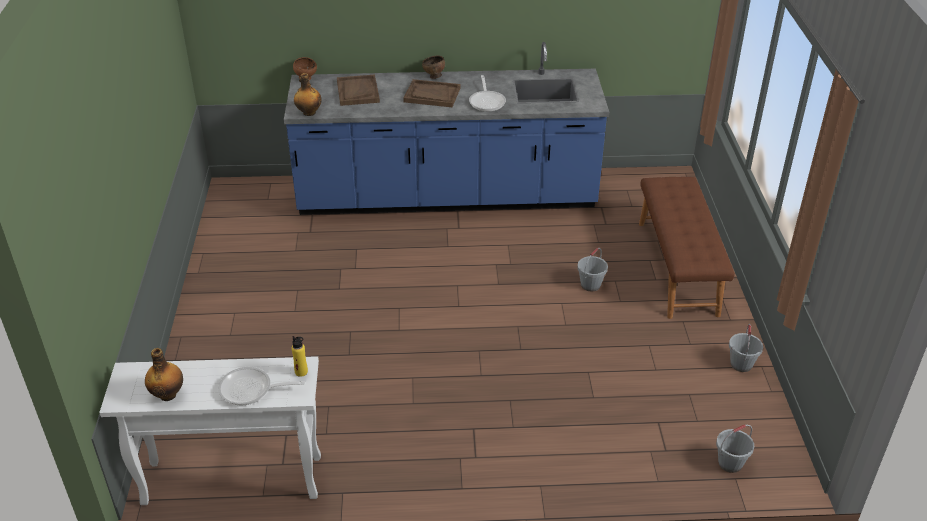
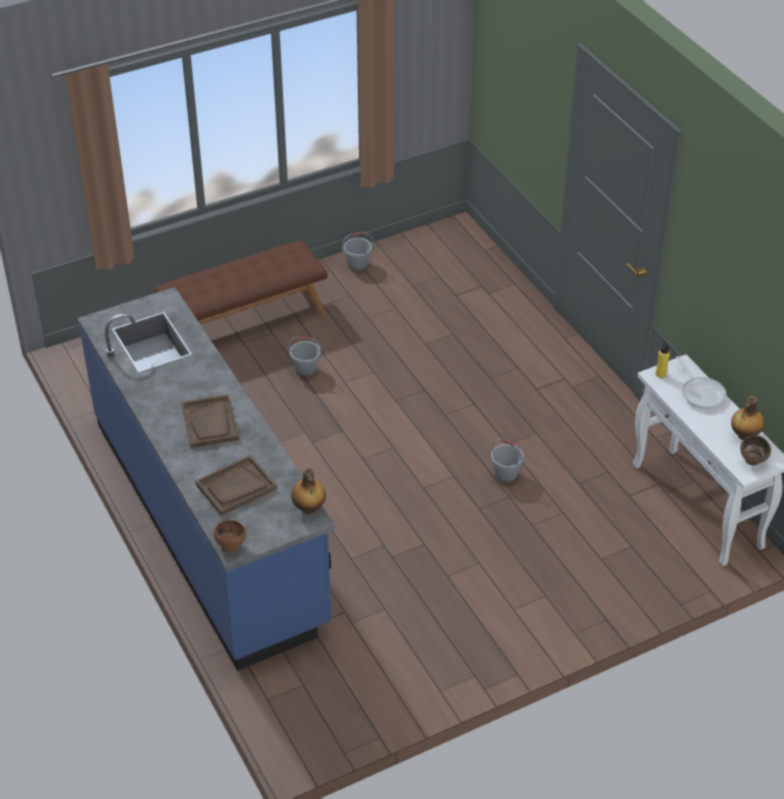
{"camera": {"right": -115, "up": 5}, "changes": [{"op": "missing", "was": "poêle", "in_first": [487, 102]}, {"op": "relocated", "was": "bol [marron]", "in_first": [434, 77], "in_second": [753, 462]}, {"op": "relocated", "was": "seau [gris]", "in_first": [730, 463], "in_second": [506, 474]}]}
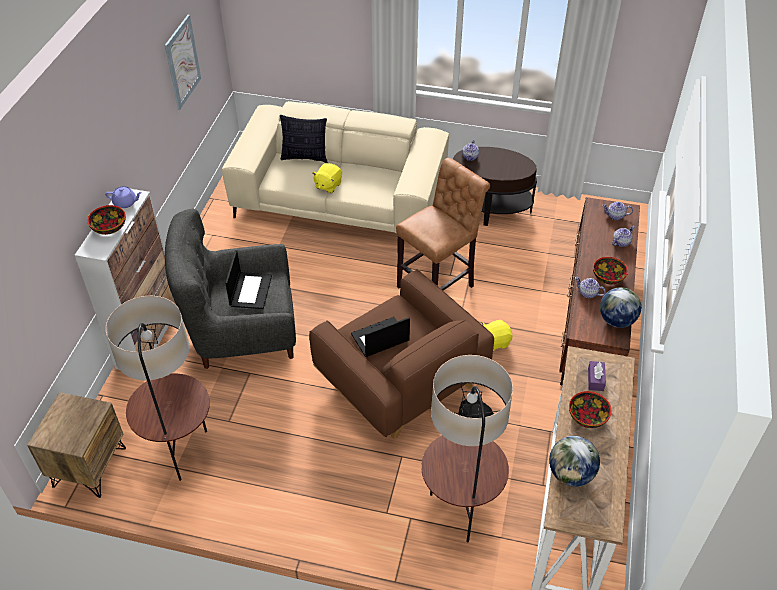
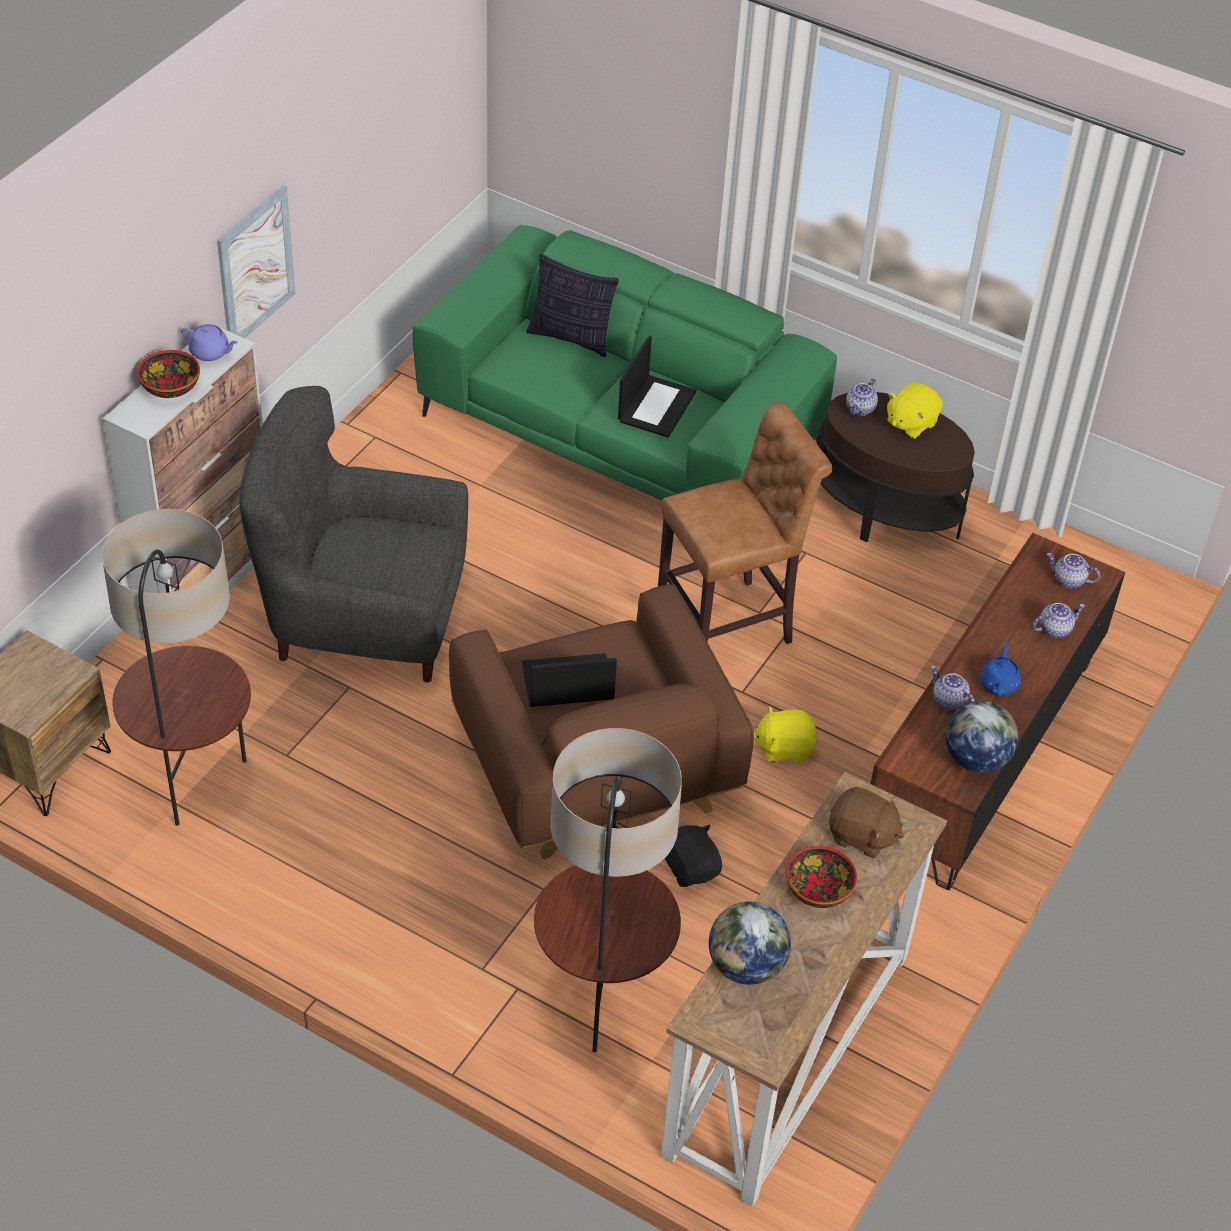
{"camera": {"right": 15, "up": 0}, "changes": [{"op": "relocated", "was": "tableau", "in_first": [182, 62], "in_second": [255, 267]}, {"op": "relocated", "was": "ordinateur portable", "in_first": [250, 290], "in_second": [656, 405]}, {"op": "relocated", "was": "peluche [jaune]", "in_first": [328, 185], "in_second": [910, 423]}, {"op": "exchanged", "was": "boîte à mouchoirs [violet]", "now": "peluche [marron]", "in_first": [595, 379], "in_second": [862, 836]}, {"op": "exchanged", "was": "bol", "now": "théière [bleu]", "in_first": [608, 277], "in_second": [999, 683]}, {"op": "colour", "was": "canapé [beige]", "now": "canapé [vert]", "in_first": [340, 202], "in_second": [620, 434]}]}
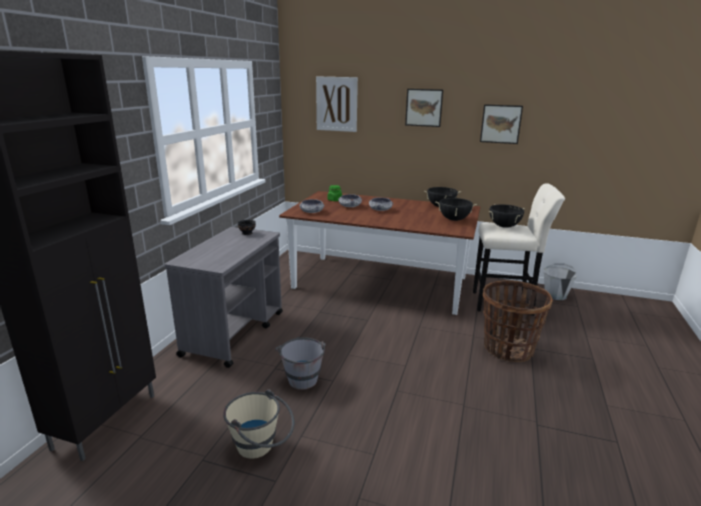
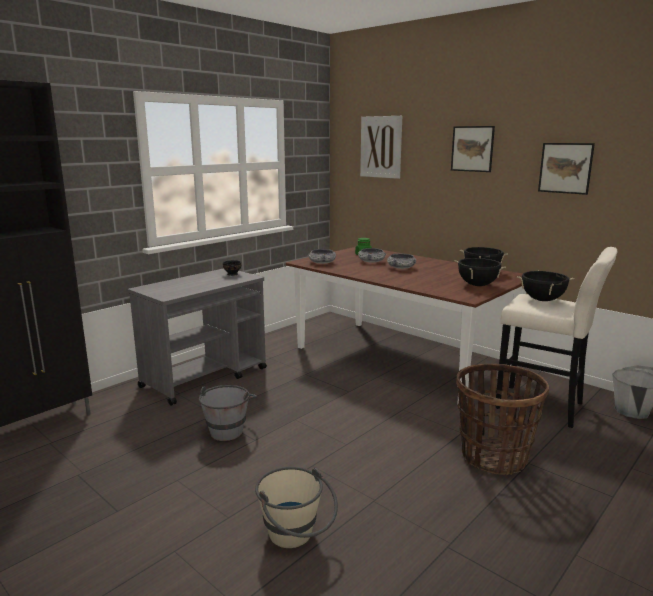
{"camera": {"right": 25, "up": -5}, "changes": [{"op": "relocated", "was": "seau [beige]", "in_first": [261, 447], "in_second": [296, 538]}]}
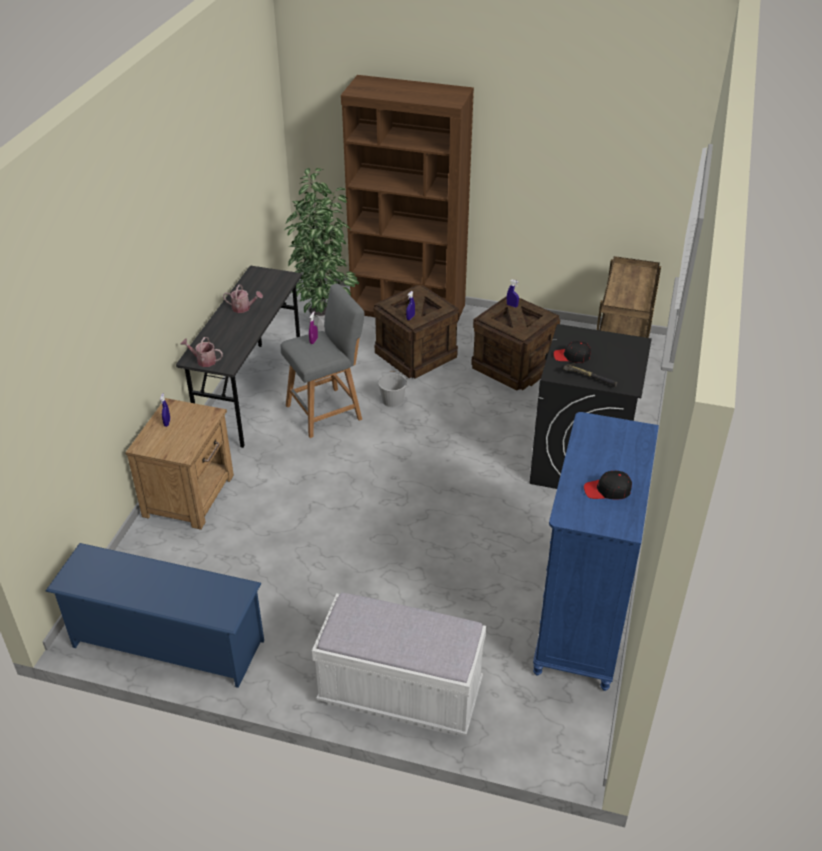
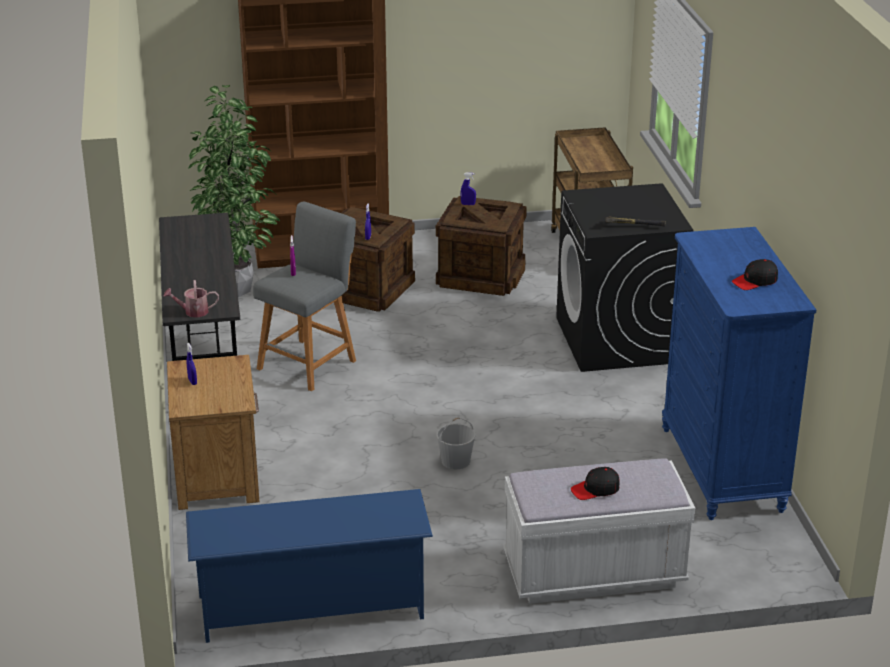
{"camera": {"right": -25, "up": -10}, "changes": [{"op": "missing", "was": "arrosoir", "in_first": [243, 308]}, {"op": "relocated", "was": "seau [blanc]", "in_first": [393, 400], "in_second": [456, 460]}, {"op": "relocated", "was": "casquette [noir]", "in_first": [572, 356], "in_second": [595, 490]}]}
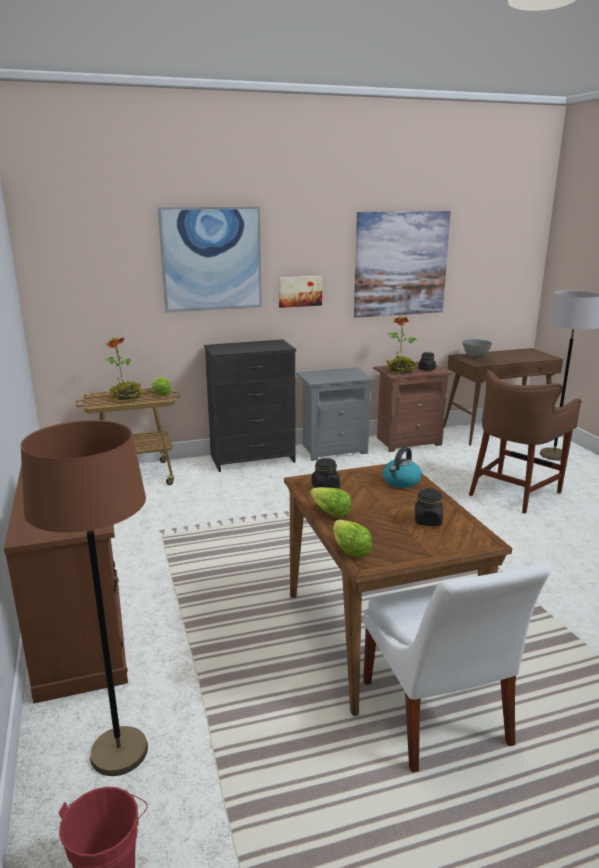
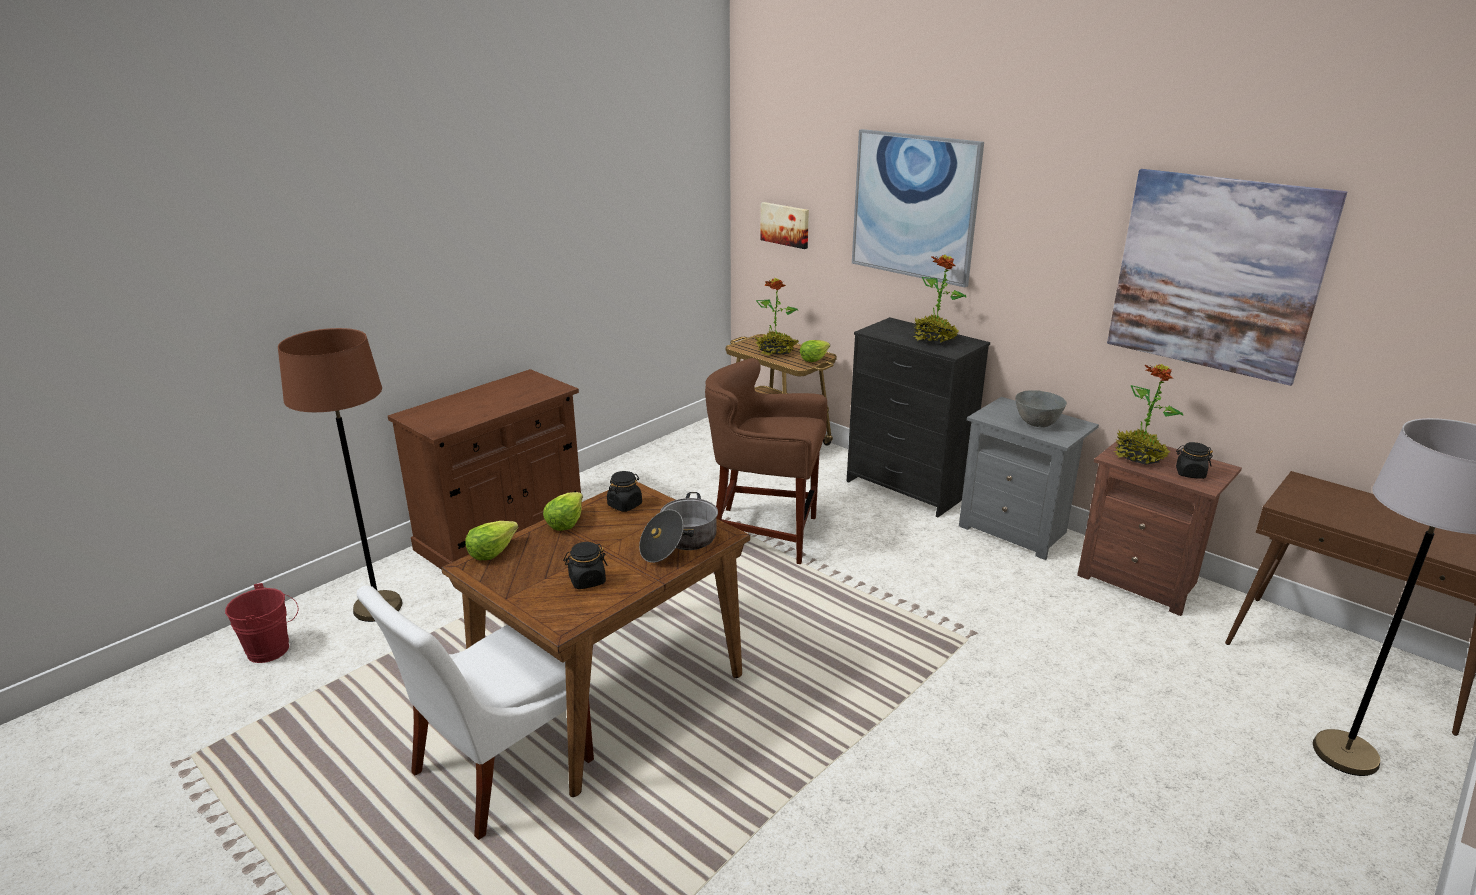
{"camera": {"right": 60, "up": 5}, "changes": [{"op": "appeared", "now": "plante en pot", "in_second": [934, 340]}, {"op": "relocated", "was": "tableau", "in_first": [300, 291], "in_second": [785, 224]}, {"op": "relocated", "was": "bol [gris]", "in_first": [475, 357], "in_second": [1037, 424]}, {"op": "relocated", "was": "tabouret [marron]", "in_first": [514, 492], "in_second": [765, 534]}, {"op": "exchanged", "was": "bouilloire", "now": "marmite", "in_first": [401, 482], "in_second": [679, 543]}]}
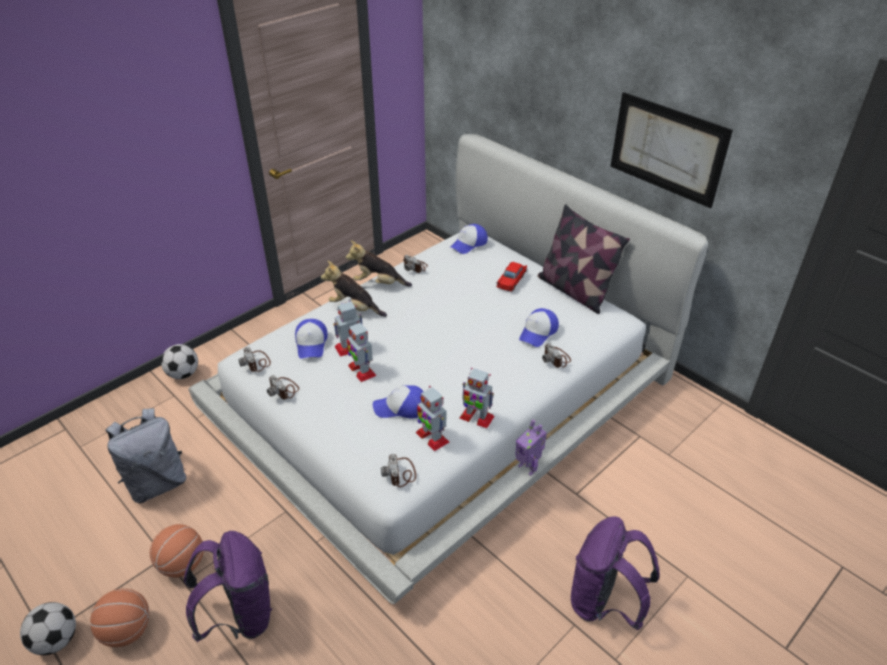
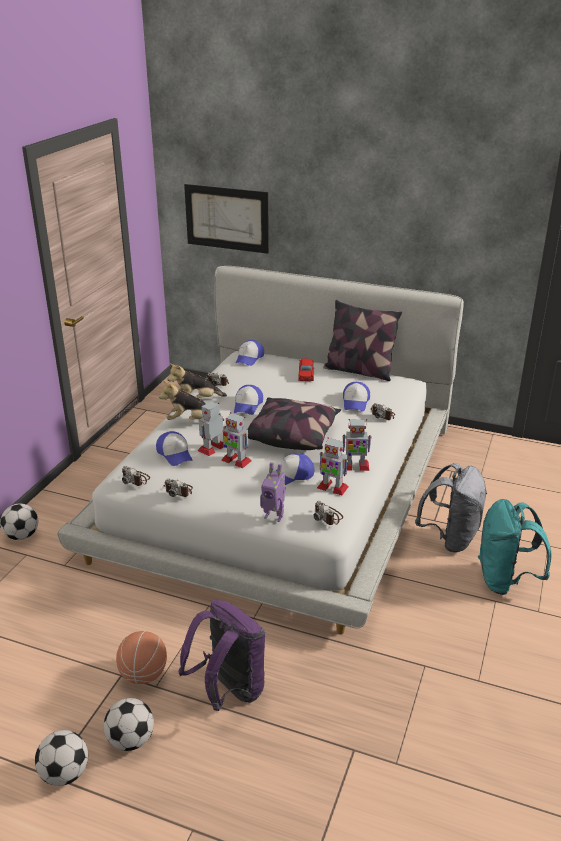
{"camera": {"right": -25, "up": -10}, "changes": [{"op": "appeared", "now": "casquette", "in_second": [248, 405]}, {"op": "appeared", "now": "coussin", "in_second": [292, 435]}, {"op": "relocated", "was": "sac à dos [gris]", "in_first": [157, 483], "in_second": [450, 538]}, {"op": "relocated", "was": "robot jouet", "in_first": [528, 467], "in_second": [274, 516]}, {"op": "relocated", "was": "tableau", "in_first": [667, 149], "in_second": [226, 218]}, {"op": "exchanged", "was": "ballon de basket", "now": "ballon de foot", "in_first": [127, 630], "in_second": [131, 740]}, {"op": "colour", "was": "sac à dos [violet]", "now": "sac à dos [turquoise]", "in_first": [604, 602], "in_second": [505, 580]}]}
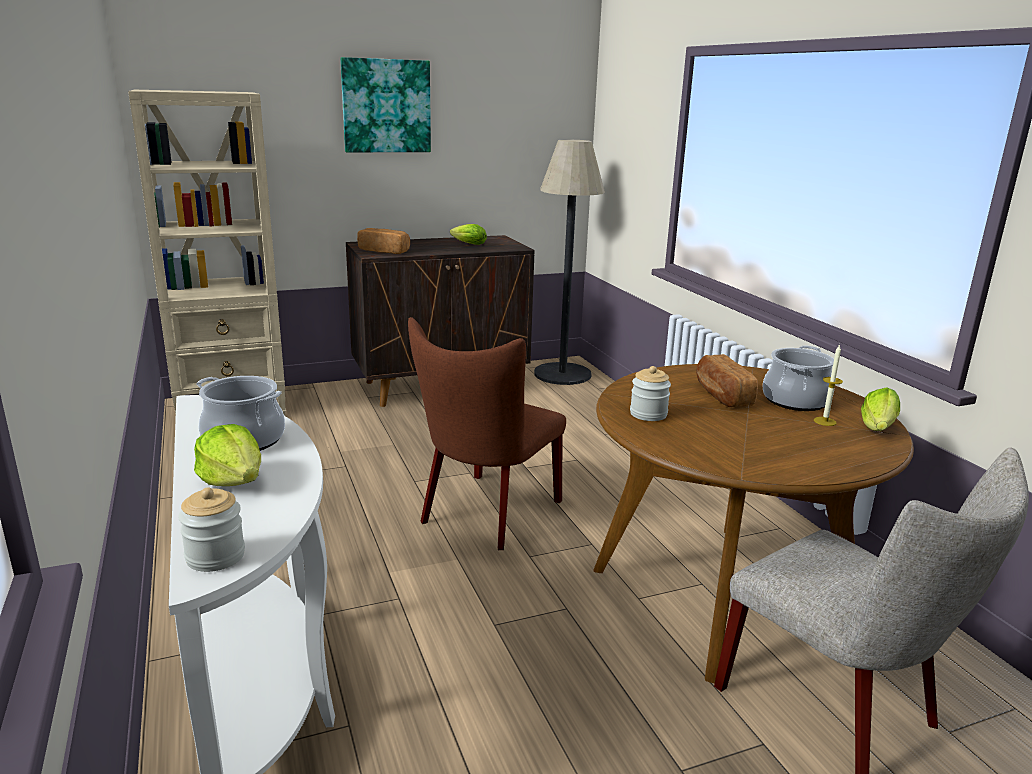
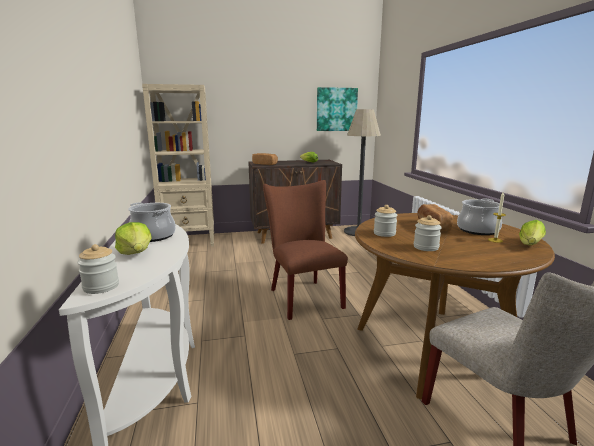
{"camera": {"right": 10, "up": -5}, "changes": [{"op": "appeared", "now": "bocal", "in_second": [426, 247]}, {"op": "relocated", "was": "tableau", "in_first": [386, 106], "in_second": [336, 109]}, {"op": "spun", "was": "chaise [marron]", "in_first": [486, 515], "in_second": [303, 296], "clockwise": 120}]}
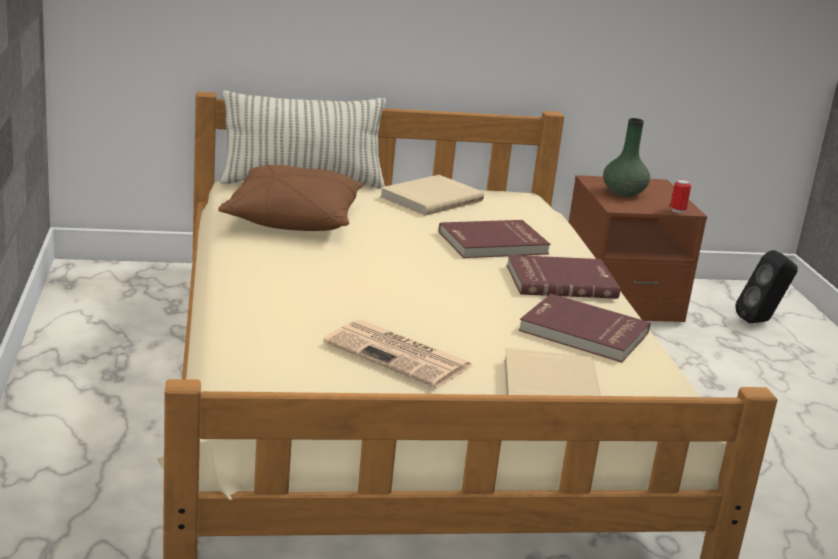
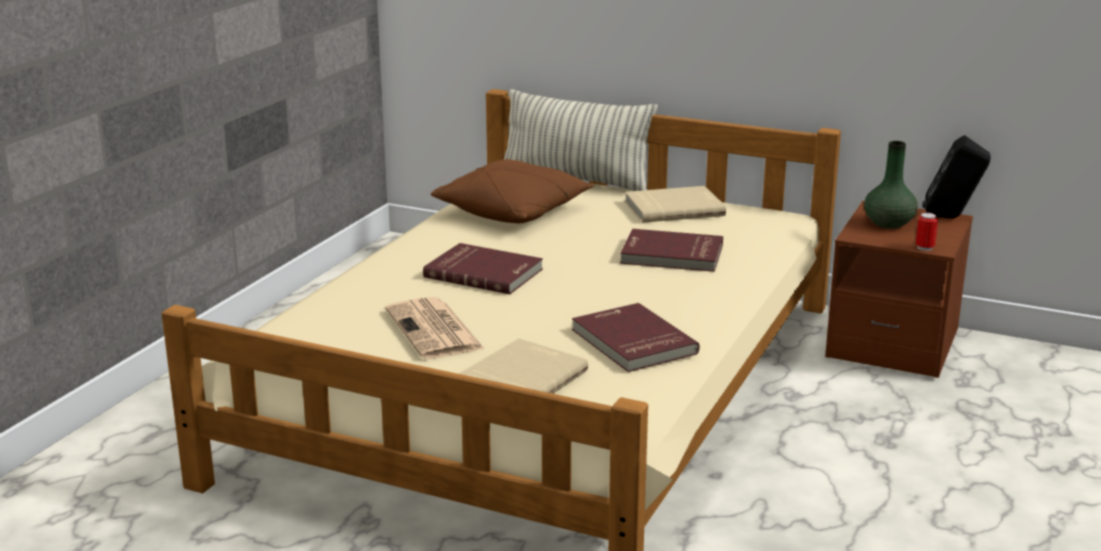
{"camera": {"right": 35, "up": 0}, "changes": [{"op": "relocated", "was": "livre [rouge]", "in_first": [560, 281], "in_second": [484, 272]}, {"op": "relocated", "was": "enceinte [noir]", "in_first": [761, 321], "in_second": [951, 217]}]}
